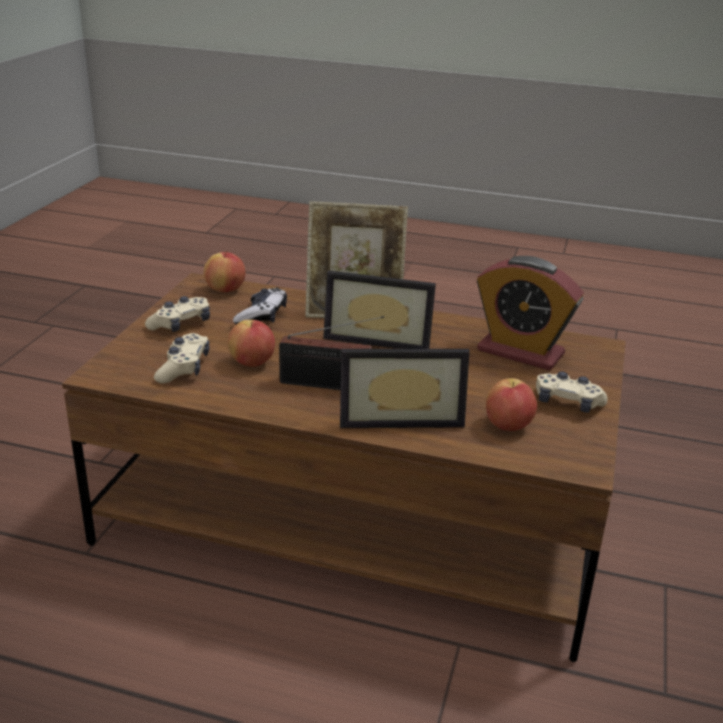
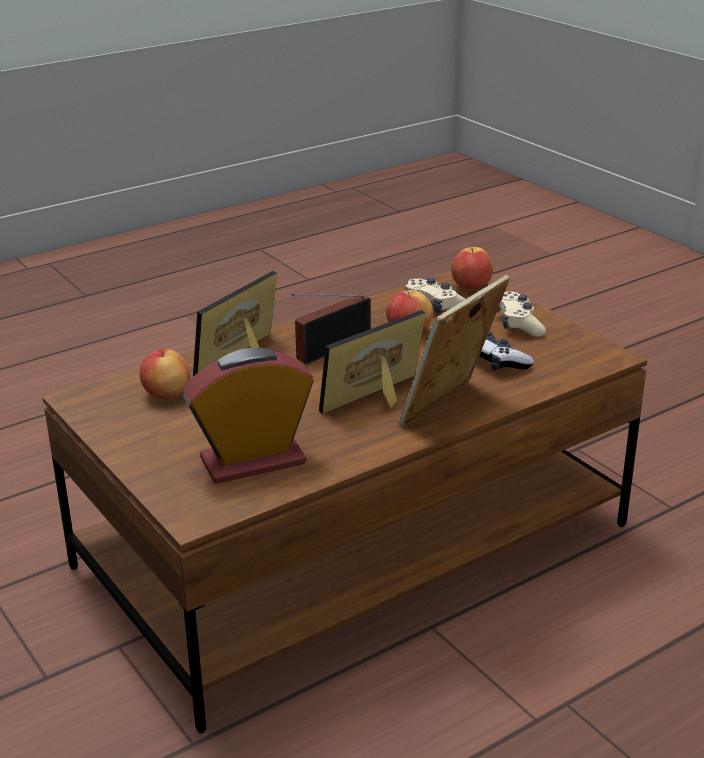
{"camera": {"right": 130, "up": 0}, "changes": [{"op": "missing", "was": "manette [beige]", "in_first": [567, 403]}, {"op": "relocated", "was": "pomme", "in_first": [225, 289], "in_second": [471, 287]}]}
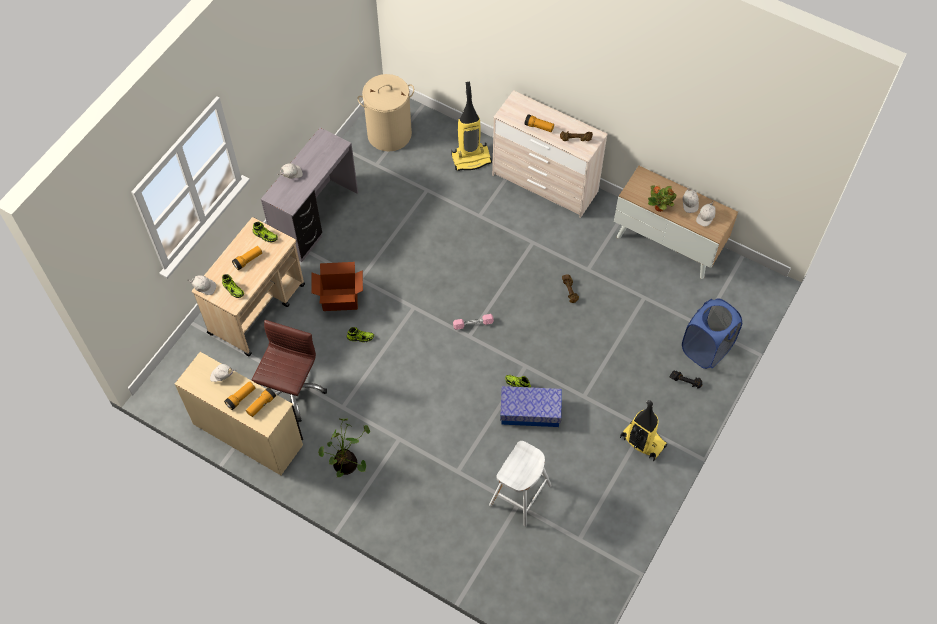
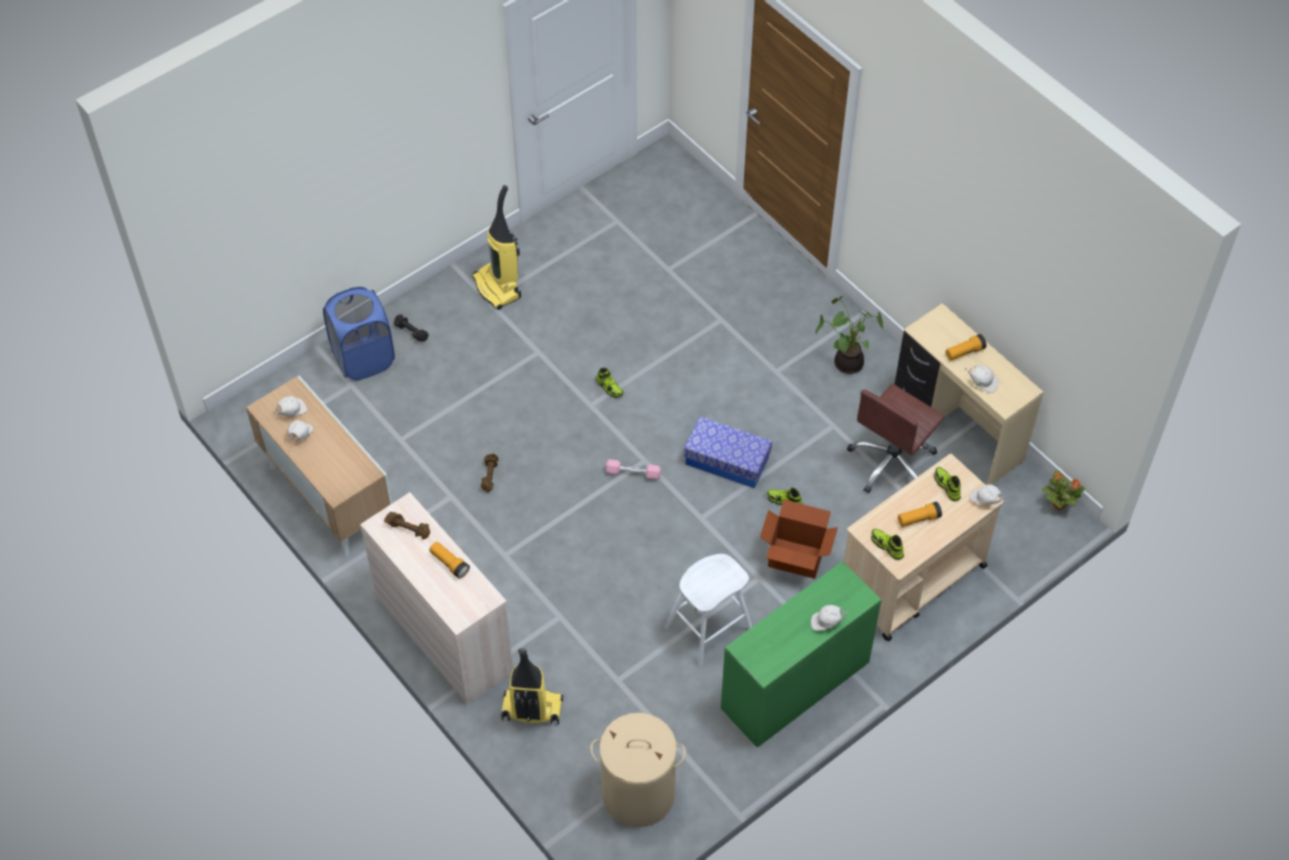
{"camera": {"right": -160, "up": -5}, "changes": [{"op": "missing", "was": "lampe de poche", "in_first": [261, 405]}, {"op": "relocated", "was": "tabouret [blanc]", "in_first": [520, 495], "in_second": [708, 628]}, {"op": "relocated", "was": "boîte de rangement", "in_first": [530, 411], "in_second": [727, 461]}, {"op": "relocated", "was": "plante en pot", "in_first": [660, 207], "in_second": [1058, 503]}, {"op": "colour", "was": "bureau [gris]", "now": "bureau [vert]", "in_first": [317, 220], "in_second": [794, 684]}]}
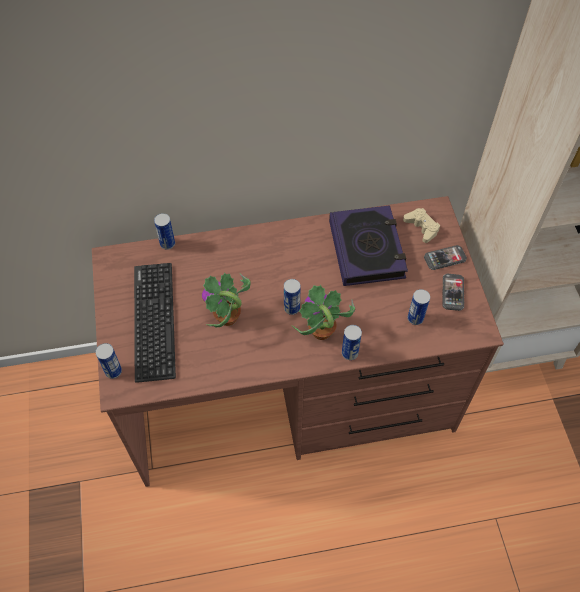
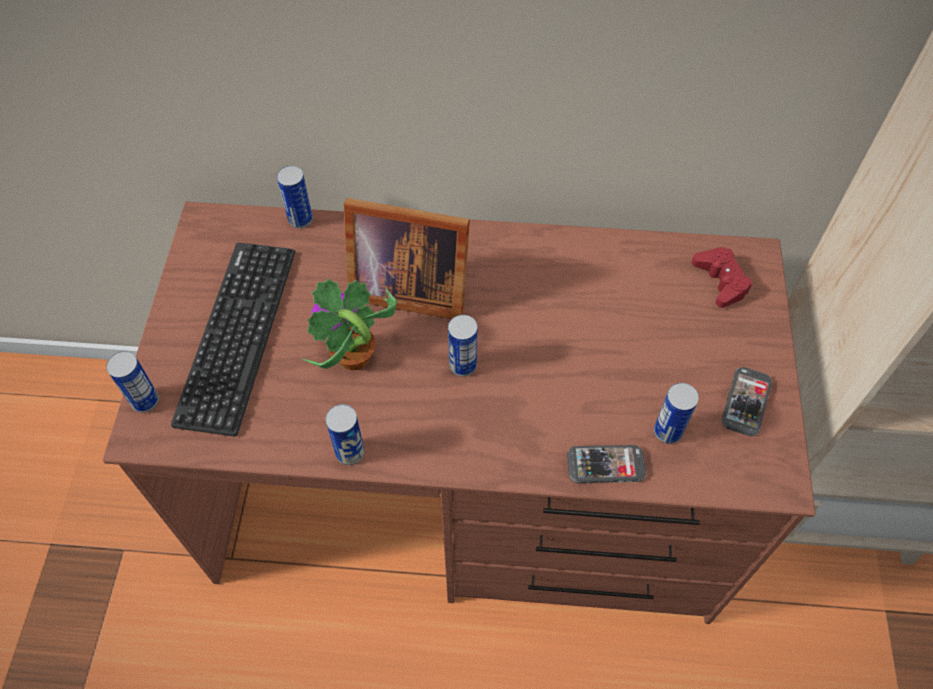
{"camera": {"right": 15, "up": 0}, "changes": [{"op": "missing", "was": "plante en pot", "in_first": [321, 332]}, {"op": "missing", "was": "livre", "in_first": [367, 249]}, {"op": "appeared", "now": "cadre photo", "in_second": [406, 286]}, {"op": "relocated", "was": "boîte métallique", "in_first": [349, 353], "in_second": [350, 452]}, {"op": "relocated", "was": "téléphone", "in_first": [445, 258], "in_second": [605, 465]}, {"op": "colour", "was": "manette [beige]", "now": "manette [rouge]", "in_first": [422, 227], "in_second": [720, 281]}]}
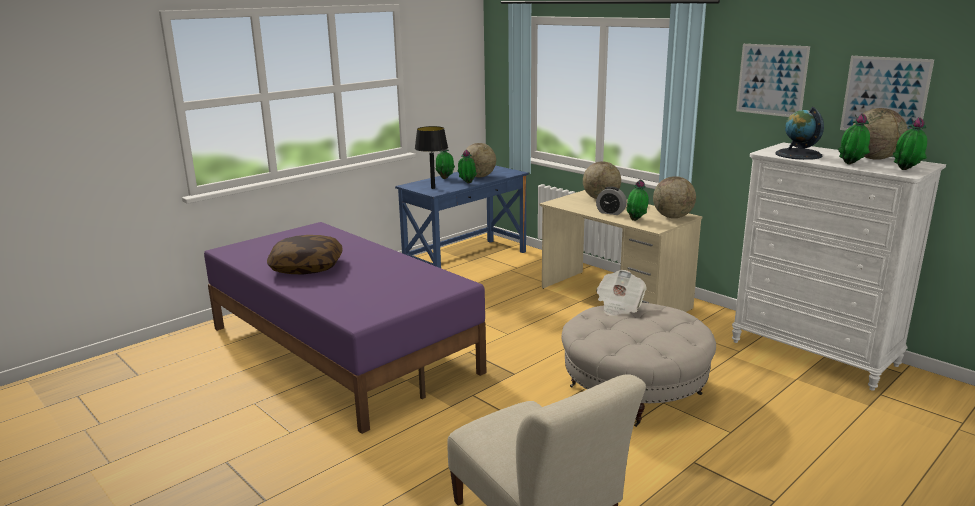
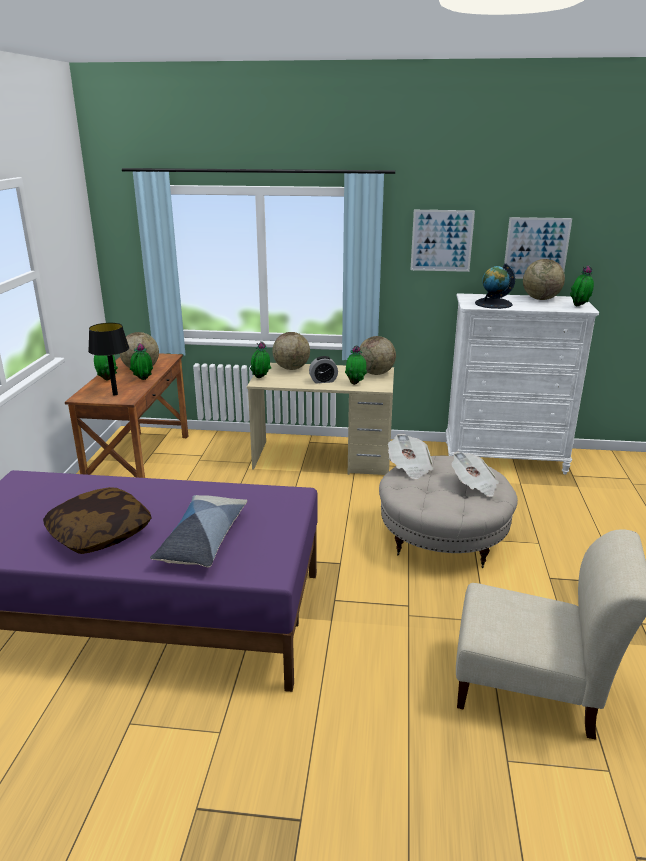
{"camera": {"right": -40, "up": 5}, "changes": [{"op": "appeared", "now": "coussin", "in_second": [202, 540]}, {"op": "appeared", "now": "journal", "in_second": [474, 485]}, {"op": "relocated", "was": "plante en pot", "in_first": [851, 165], "in_second": [261, 378]}, {"op": "colour", "was": "bureau [bleu]", "now": "bureau [marron]", "in_first": [466, 260], "in_second": [140, 463]}]}
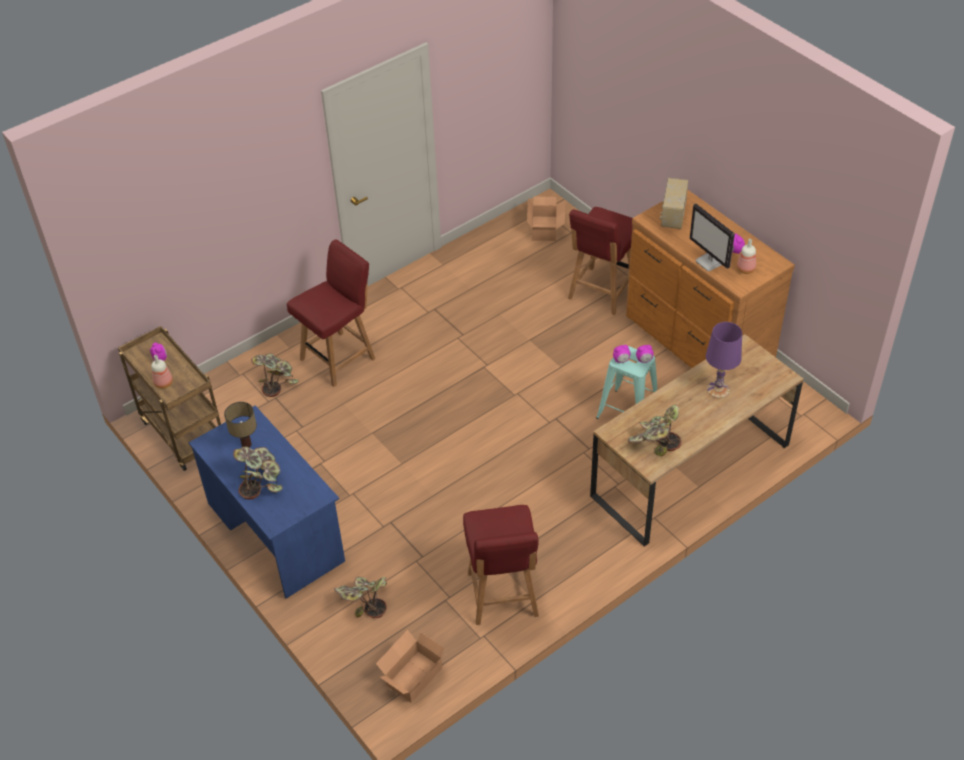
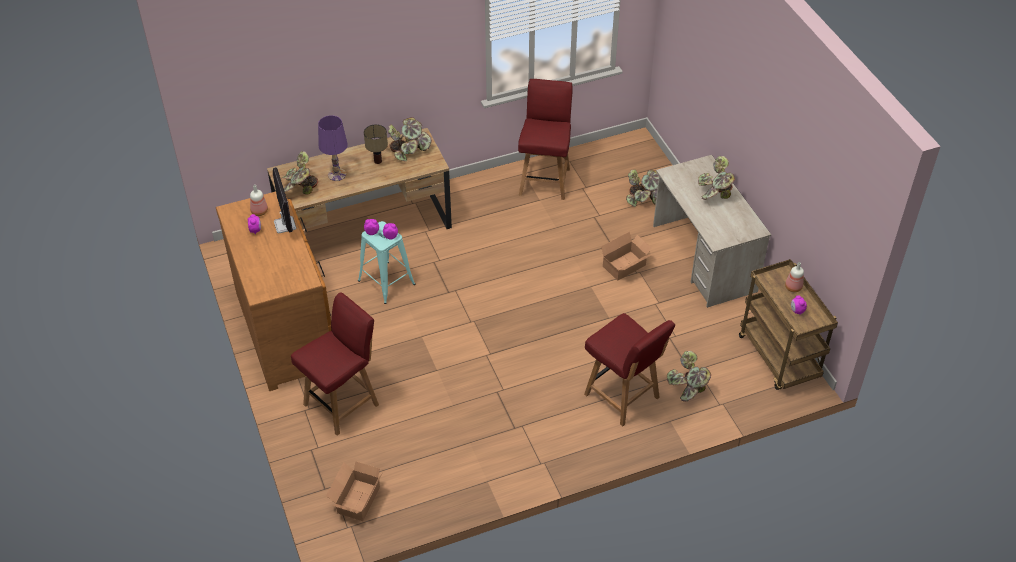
{"camera": {"right": -165, "up": 0}, "changes": [{"op": "missing", "was": "radio", "in_first": [672, 216]}, {"op": "appeared", "now": "plante en pot", "in_second": [298, 188]}, {"op": "relocated", "was": "lampe de table", "in_first": [247, 445], "in_second": [377, 161]}, {"op": "relocated", "was": "carton", "in_first": [412, 676], "in_second": [626, 266]}, {"op": "colour", "was": "bureau [bleu]", "now": "bureau [beige]", "in_first": [275, 531], "in_second": [703, 259]}, {"op": "spun", "was": "chaise [rouge]", "in_first": [339, 358], "in_second": [623, 397], "clockwise": -105}]}
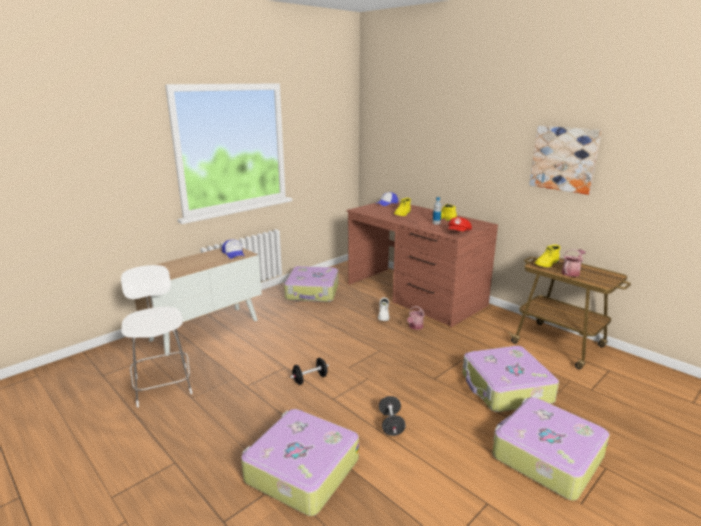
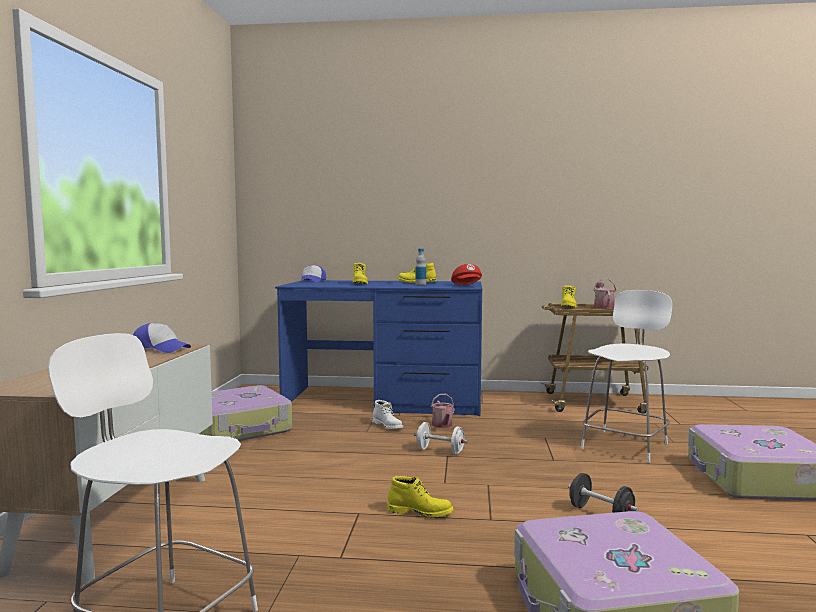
{"camera": {"right": -40, "up": -15}, "changes": [{"op": "missing", "was": "tableau", "in_first": [564, 159]}, {"op": "appeared", "now": "haltère [blanc]", "in_second": [440, 451]}, {"op": "exchanged", "was": "haltère [noir]", "now": "botte [jaune]", "in_first": [310, 379], "in_second": [420, 512]}, {"op": "exchanged", "was": "valise", "now": "tabouret [blanc]", "in_first": [505, 388], "in_second": [625, 445]}, {"op": "colour", "was": "bureau [marron]", "now": "bureau [bleu]", "in_first": [414, 294], "in_second": [385, 400]}]}
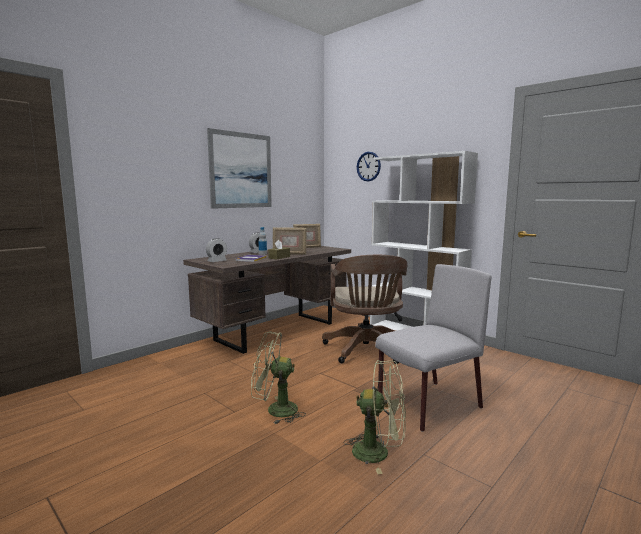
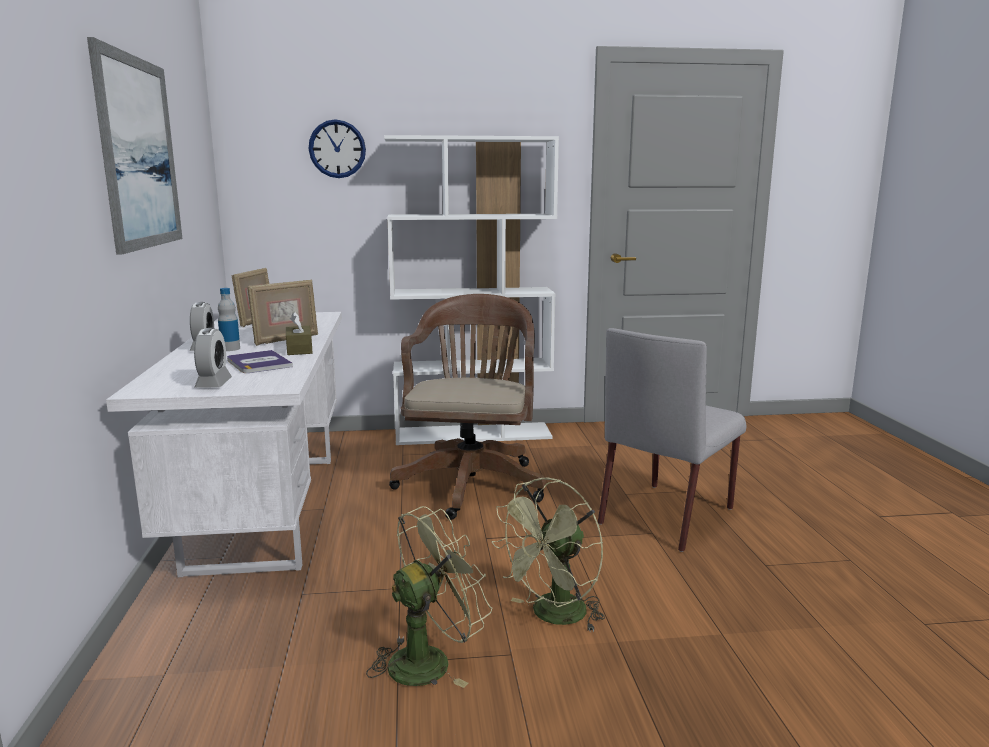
{"camera": {"right": -50, "up": 5}, "changes": [{"op": "relocated", "was": "ventilateur [vert]", "in_first": [379, 452], "in_second": [429, 660]}, {"op": "colour", "was": "bureau [marron]", "now": "bureau [blanc]", "in_first": [276, 331], "in_second": [266, 508]}, {"op": "spun", "was": "chaise de bureau [marron]", "in_first": [366, 351], "in_second": [472, 482], "clockwise": -120}, {"op": "spun", "was": "chaise [gris]", "in_first": [428, 405], "in_second": [667, 515], "clockwise": -150}]}
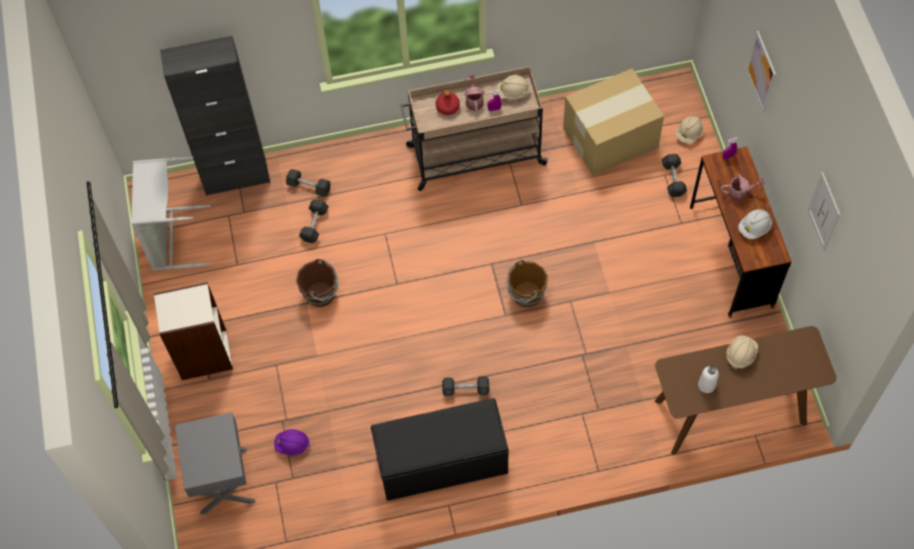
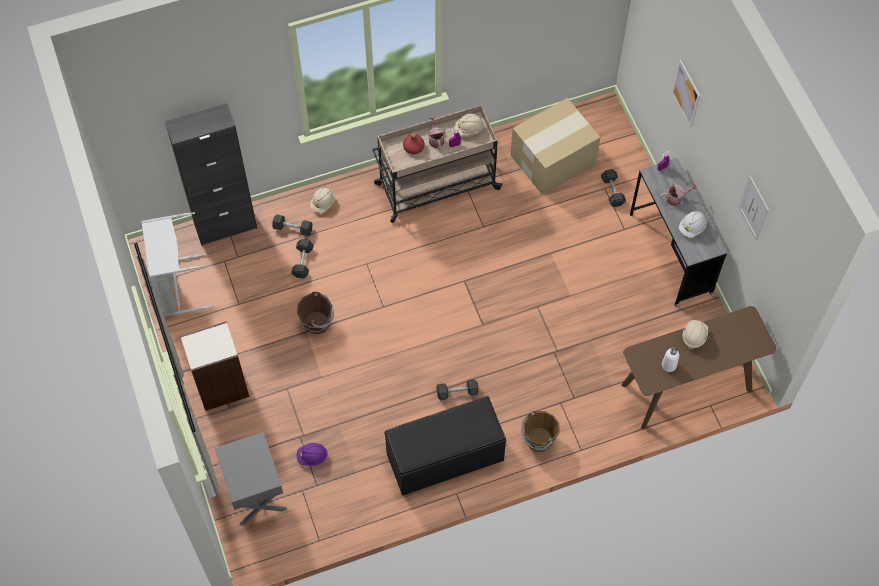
{"camera": {"right": -10, "up": 0}, "changes": [{"op": "relocated", "was": "seau [marron]", "in_first": [526, 294], "in_second": [538, 440]}, {"op": "relocated", "was": "casque de chantier [beige]", "in_first": [689, 134], "in_second": [323, 203]}, {"op": "colour", "was": "bureau [marron]", "now": "bureau [gris]", "in_first": [731, 256], "in_second": [670, 254]}]}
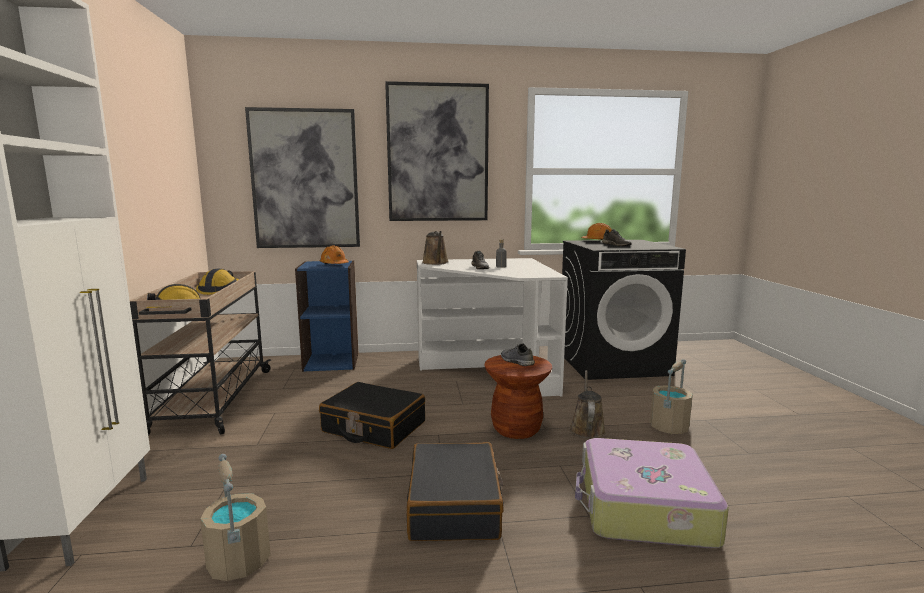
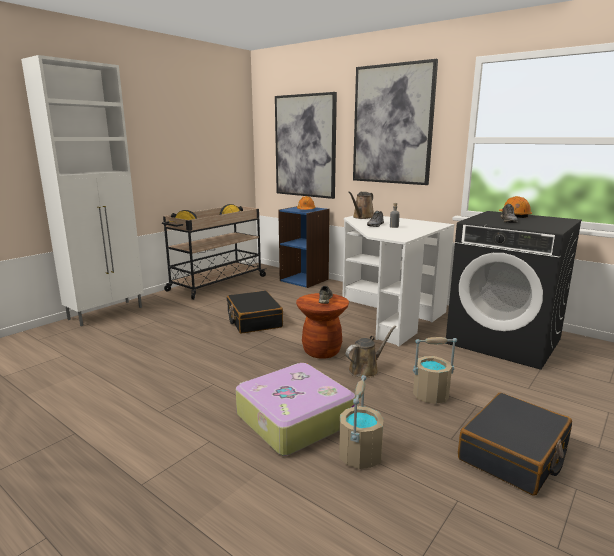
{"camera": {"right": 45, "up": 5}, "changes": [{"op": "relocated", "was": "seau [beige]", "in_first": [238, 561], "in_second": [360, 455]}, {"op": "relocated", "was": "valise [noir]", "in_first": [455, 505], "in_second": [514, 454]}]}
